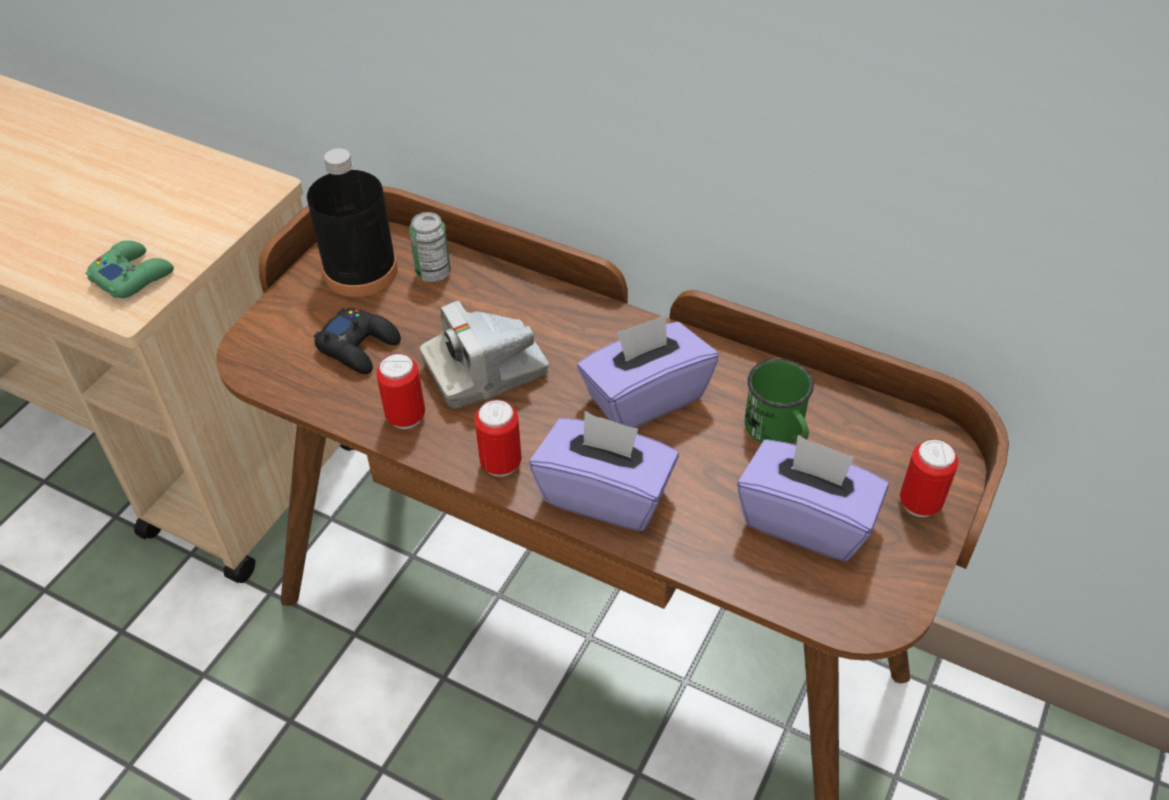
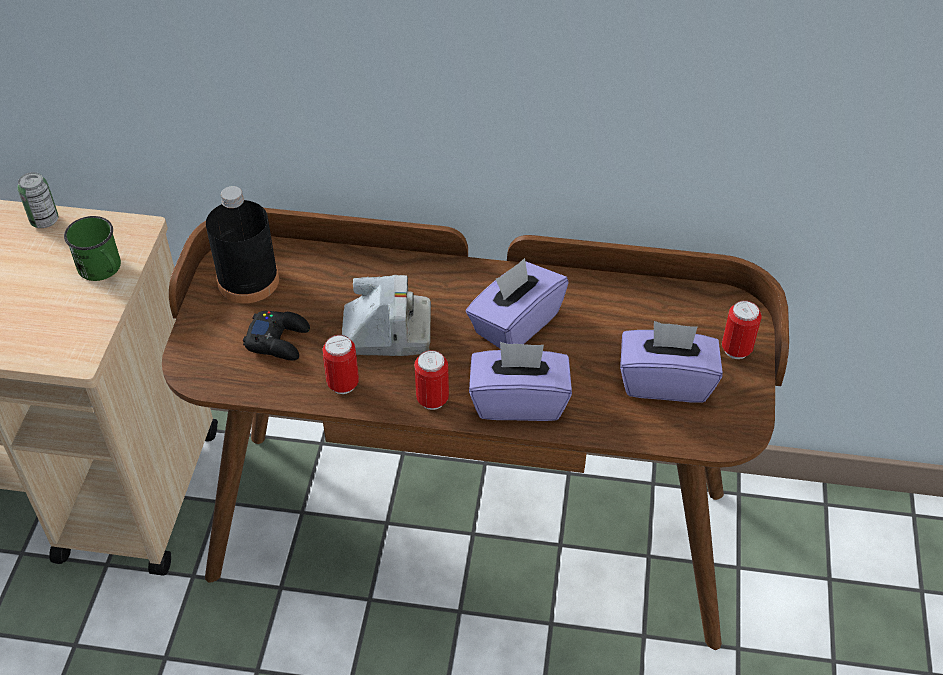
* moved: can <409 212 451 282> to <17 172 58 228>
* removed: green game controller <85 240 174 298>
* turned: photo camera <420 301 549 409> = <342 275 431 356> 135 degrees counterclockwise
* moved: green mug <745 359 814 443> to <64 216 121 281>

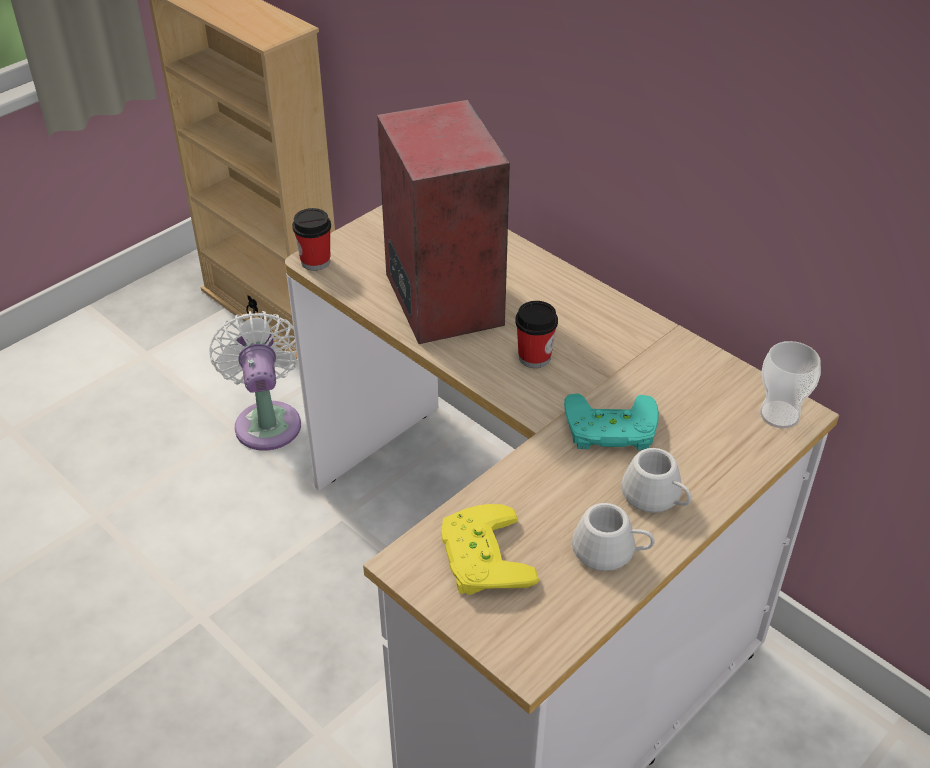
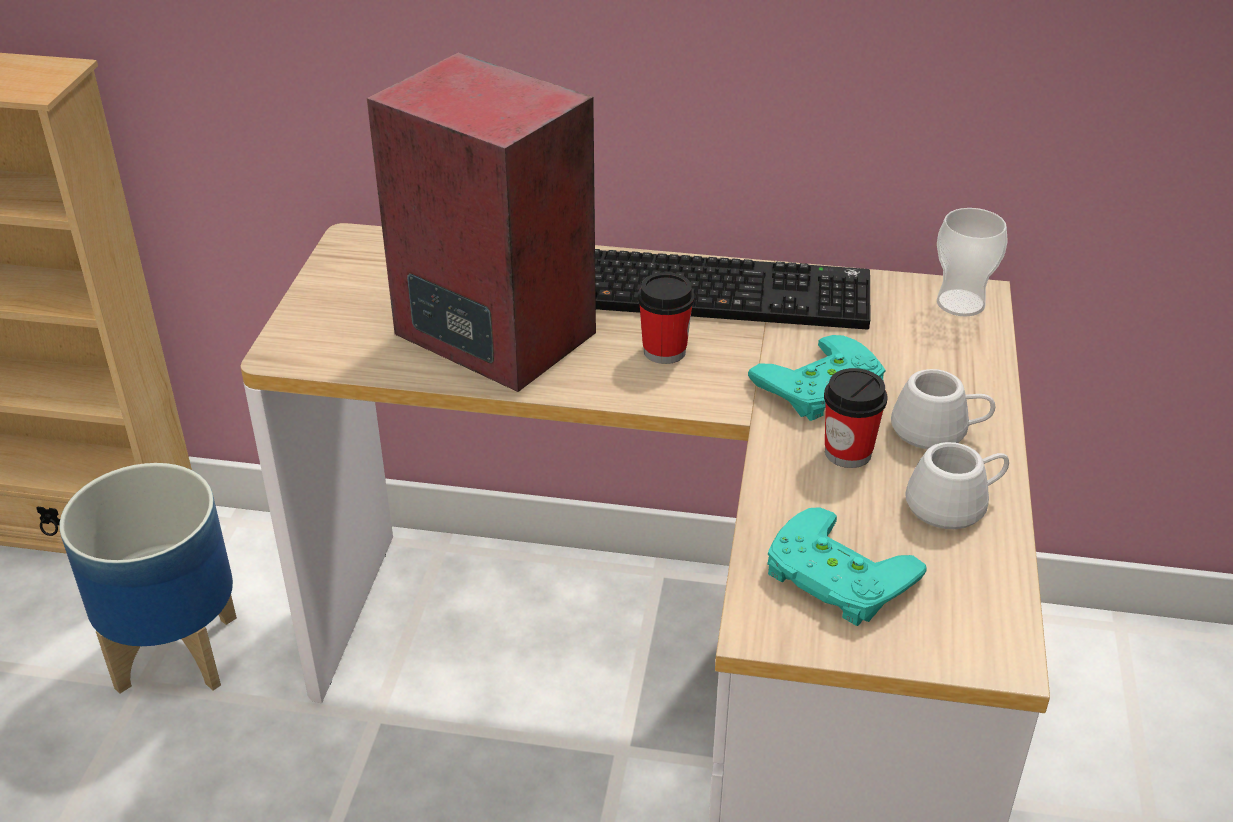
* moved: cup <292 208 331 271> to <824 368 887 468>
* replaced: white fan <209 311 301 451> to planter <59 463 237 694>
* recoloured: yellow game controller <441 504 539 595> to turquoise game controller <767 507 927 626>
* added: keyboard <595 249 870 329>

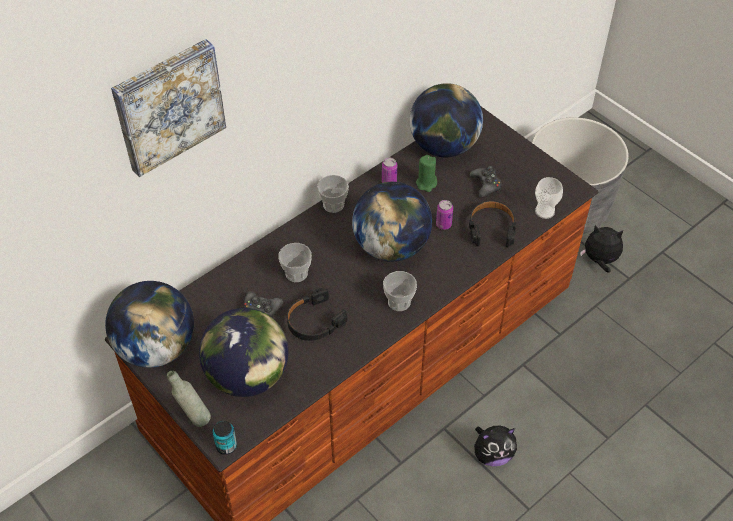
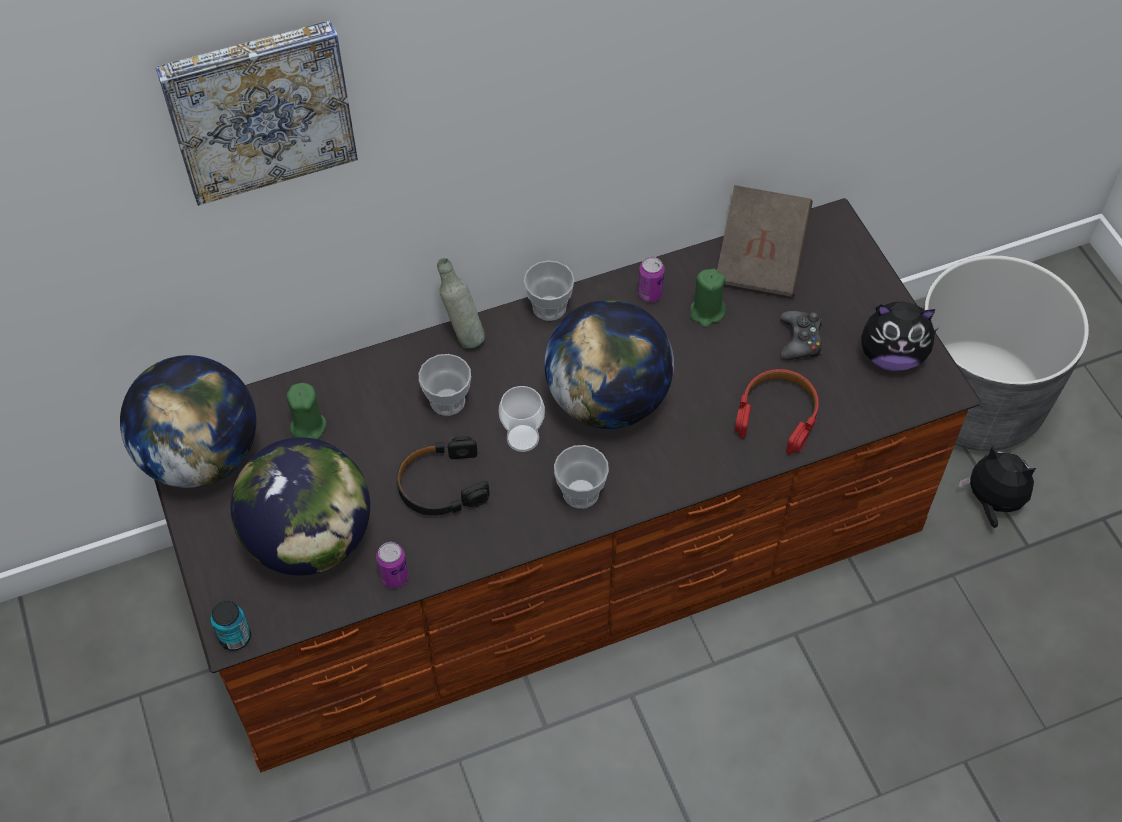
* replaced: globe <410 83 483 157> to brown book <717 185 813 297>
* moved: cup <535 177 563 219> to <499 386 545 452>
* moved: can <436 200 453 230> to <376 542 408 588>
* recoloured: black headphones <469 201 516 247> to red headphones <735 369 819 454>
* removed: black game controller <244 291 283 318>
* moved: grey bottle <167 371 211 427> to <437 258 485 349>
* moved: plush toy <474 425 517 466> to <861 302 938 371>
* added: green candle <287 383 326 439>

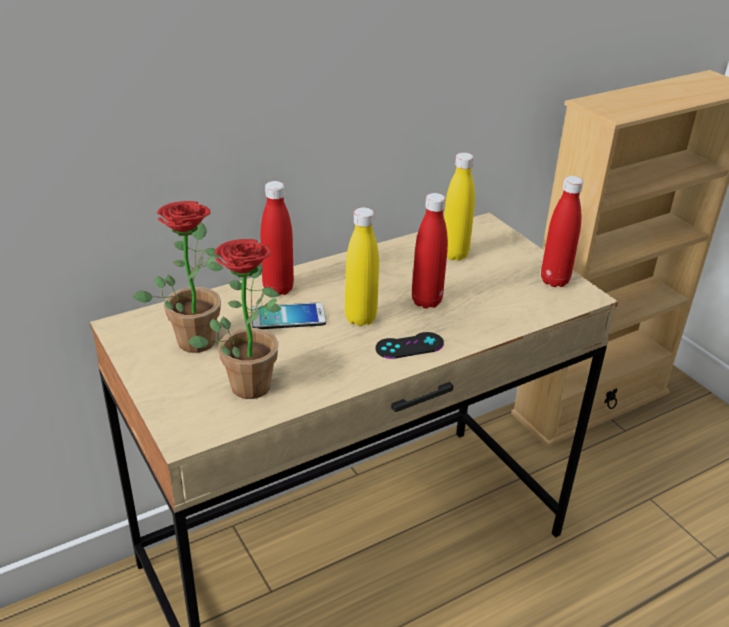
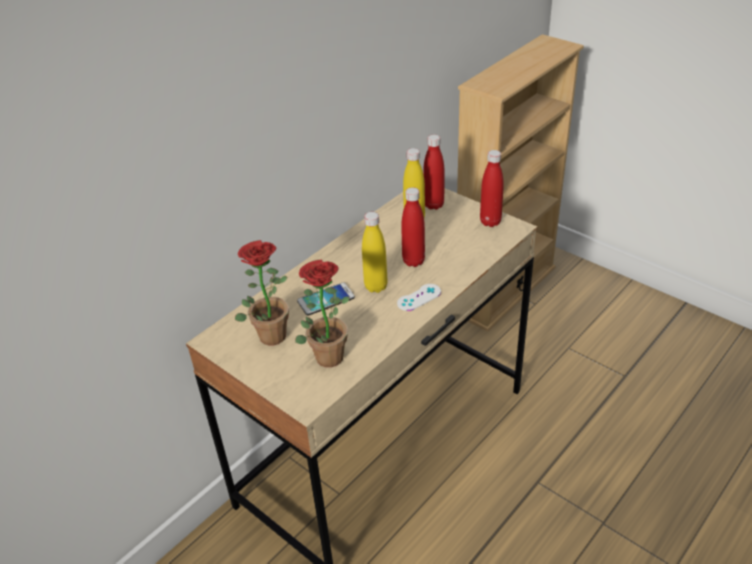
* moved: red bottle <261 181 294 296> to <423 134 444 210>
* recoloured: black game controller <376 332 444 359> to white game controller <397 284 441 311>

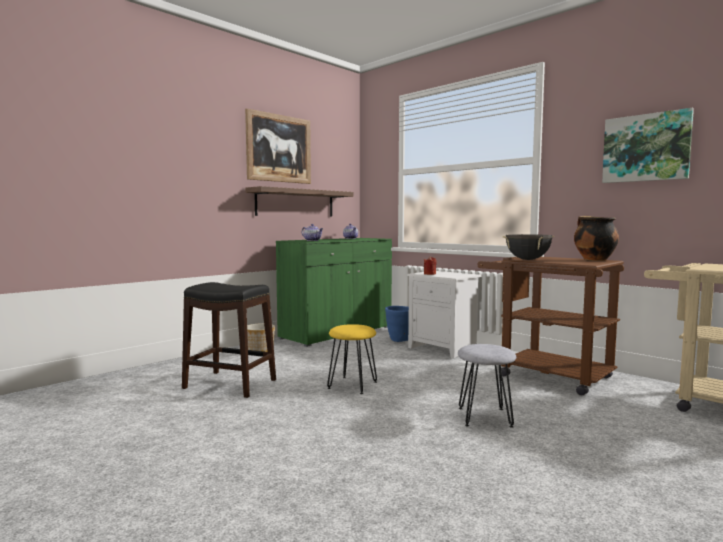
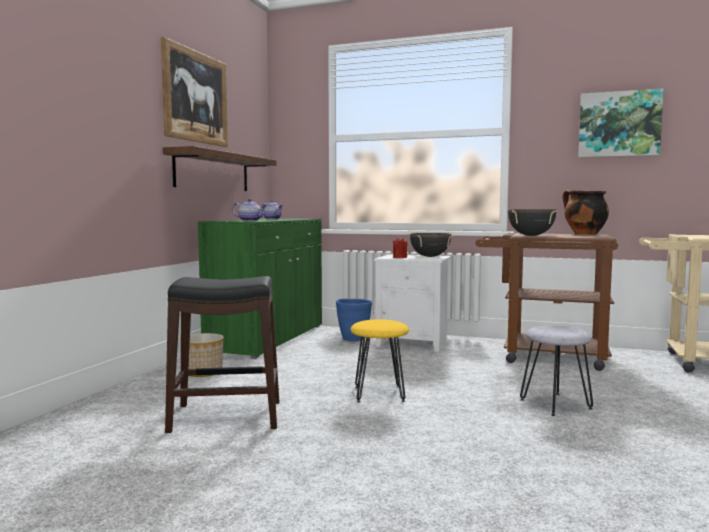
* added: black cooking pot <408 233 454 257>

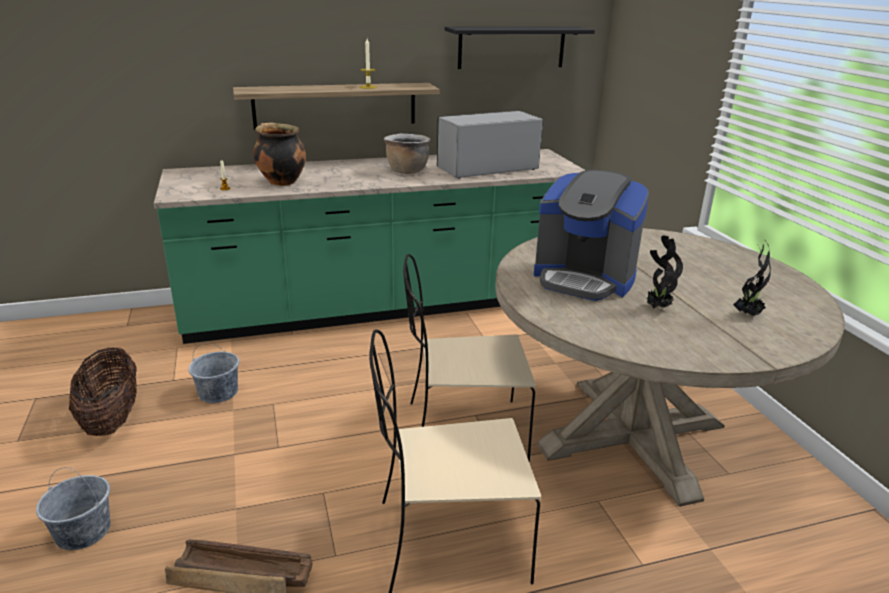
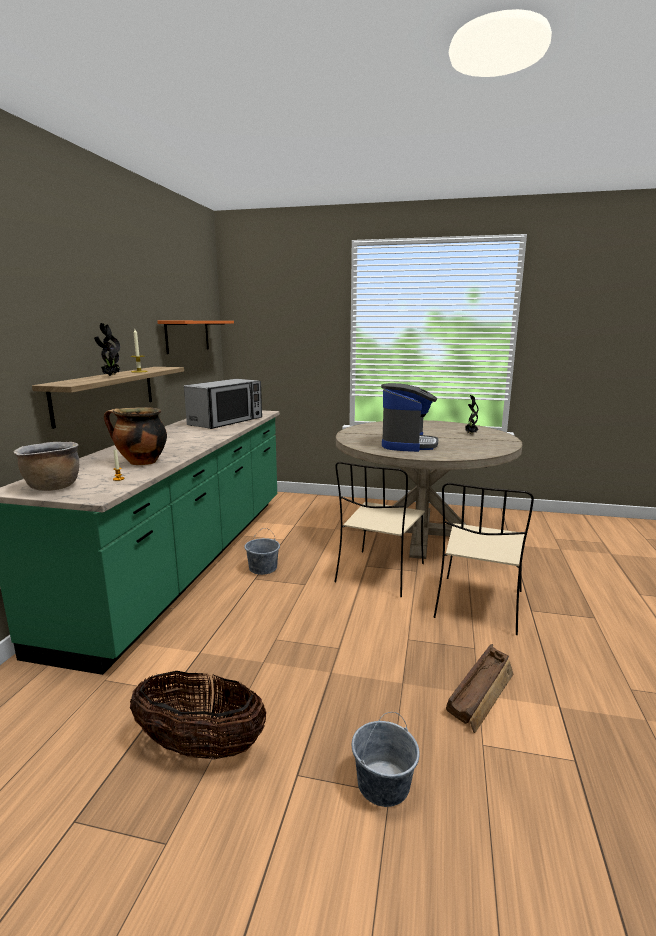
* recoloured: black shelf <444 27 595 69> to orange shelf <157 321 234 354>
* turned: microwave <437 111 543 178> = <184 379 262 429> 150 degrees counterclockwise
* moved: brown cooking pot <384 134 430 174> to <14 442 79 491>
* turned: coffee machine <534 170 649 301> = <381 383 438 452> 45 degrees counterclockwise
* moved: potted plant <647 235 683 308> to <94 323 121 376>
* moved: grey bucket <189 342 239 403> to <244 528 280 575>

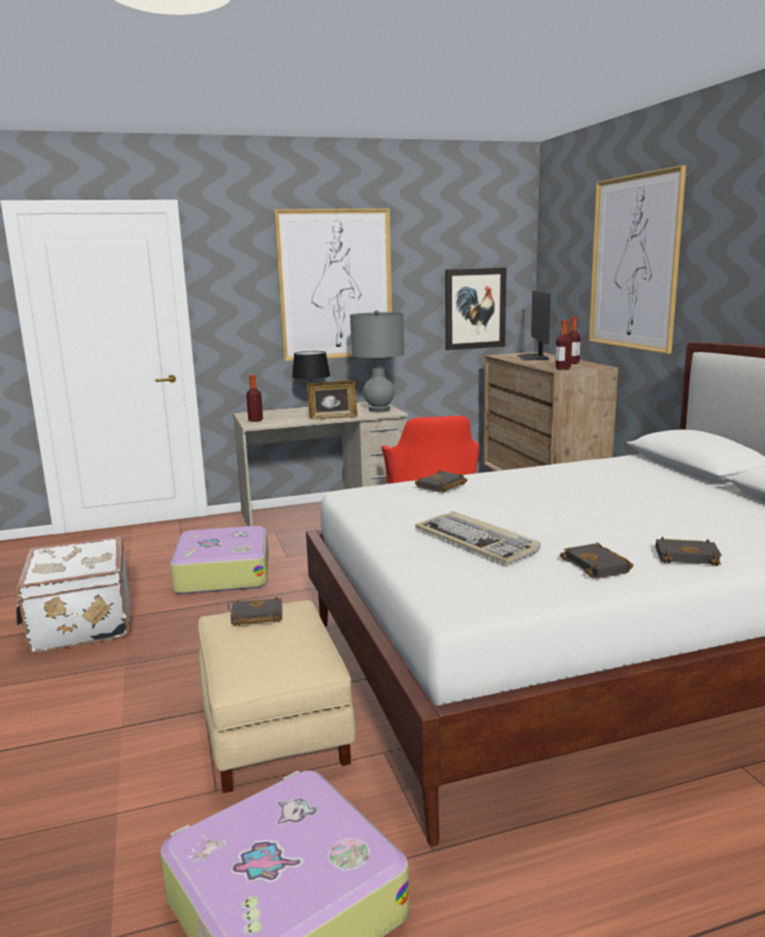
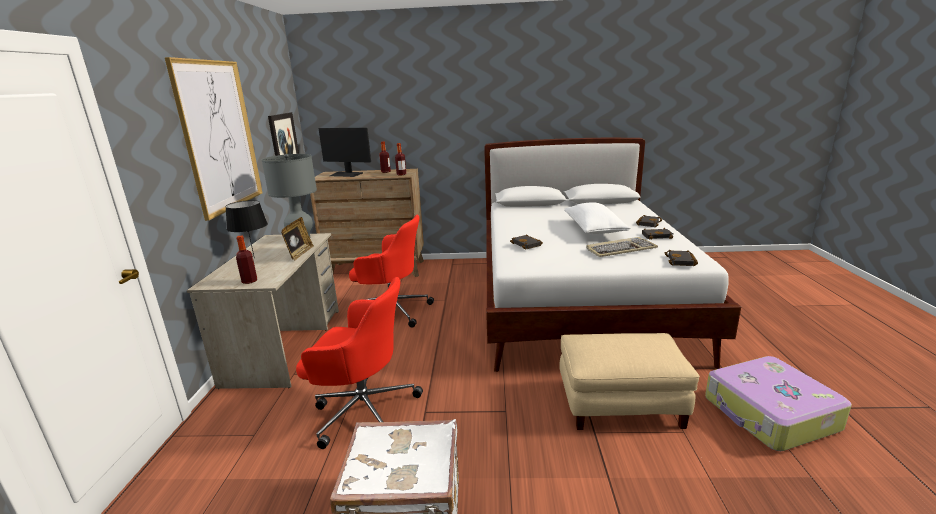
* removed: picture <589 165 686 354>
* replaced: suitcase <170 526 269 594> to red office chair <296 277 423 449>
* moved: black book <231 597 282 626> to <665 250 698 266>
* added: white pillow <564 202 631 234>

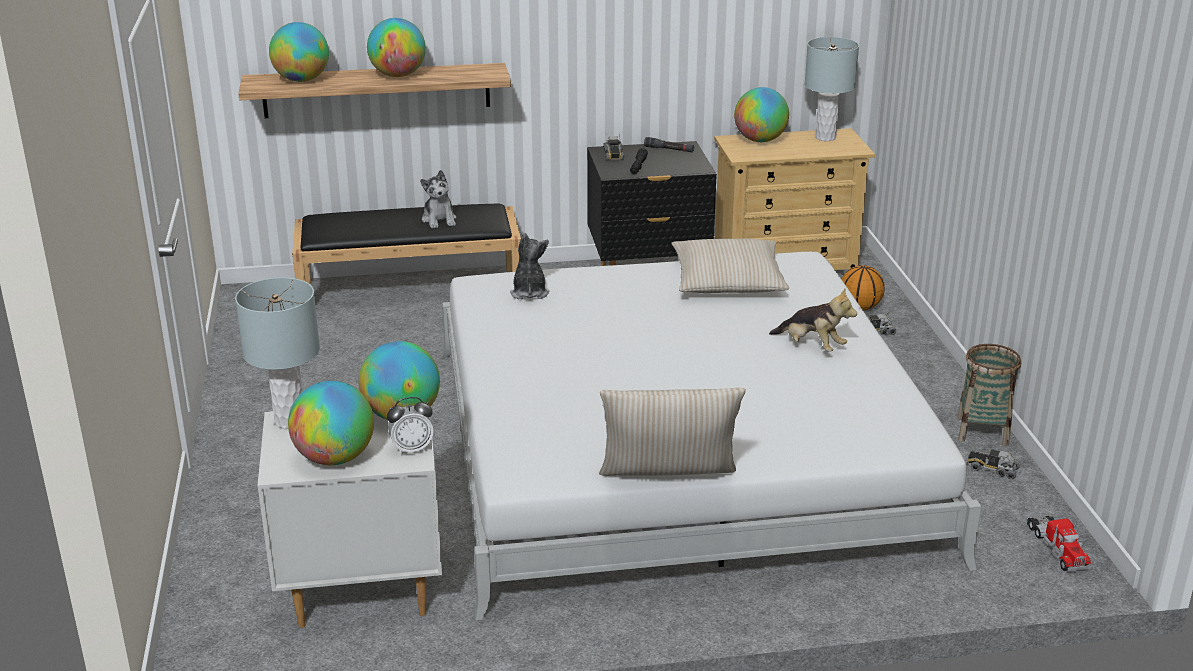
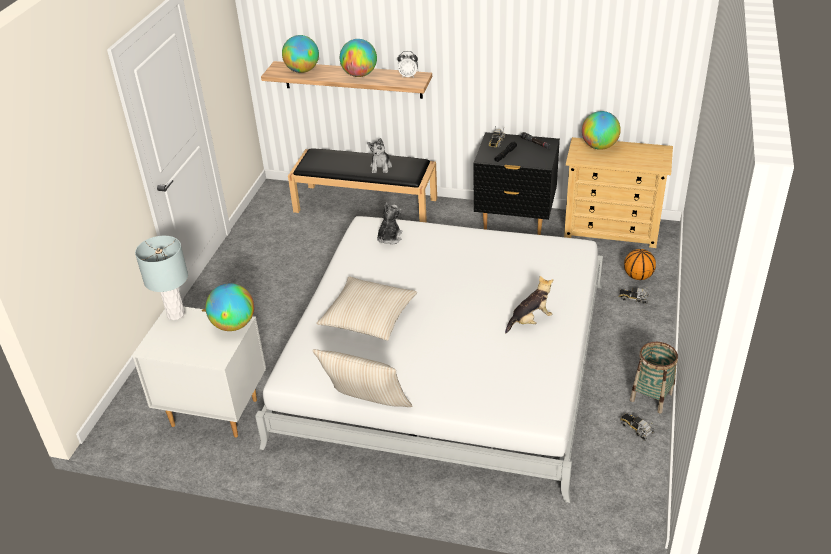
* removed: grey table lamp <804 37 859 141>
* moved: beige pillow <671 239 789 293> to <316 276 417 341>
* turned: plush toy <769 288 857 352> = <505 276 553 333> 90 degrees counterclockwise
* removed: globe <288 381 374 465>
* moved: alarm clock <387 397 434 455> to <397 51 418 78>
* removed: toy truck <1027 515 1091 571>

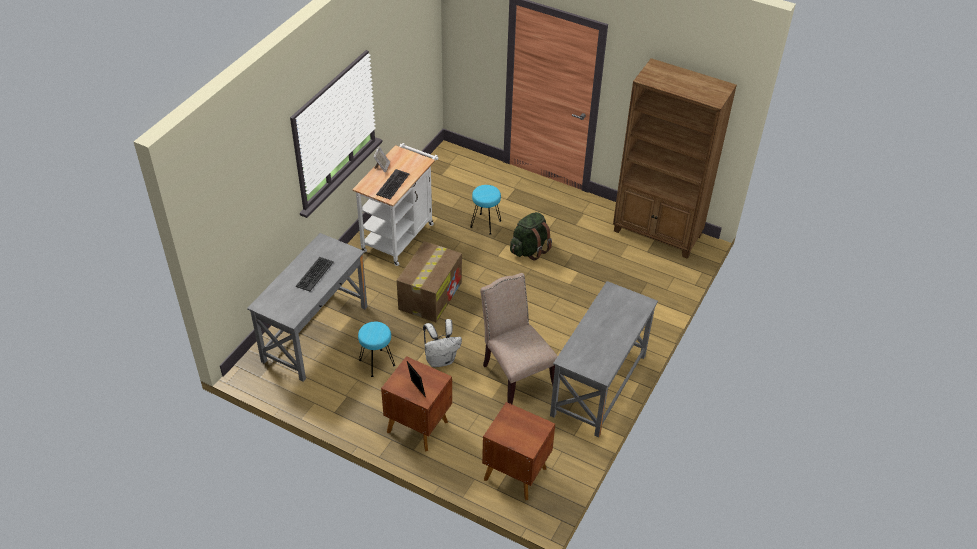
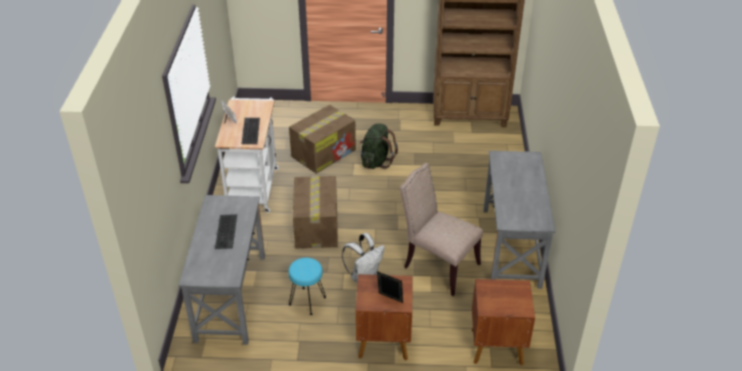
* replaced: turquoise stool <470 185 501 235> to cardboard box <289 105 356 174>

